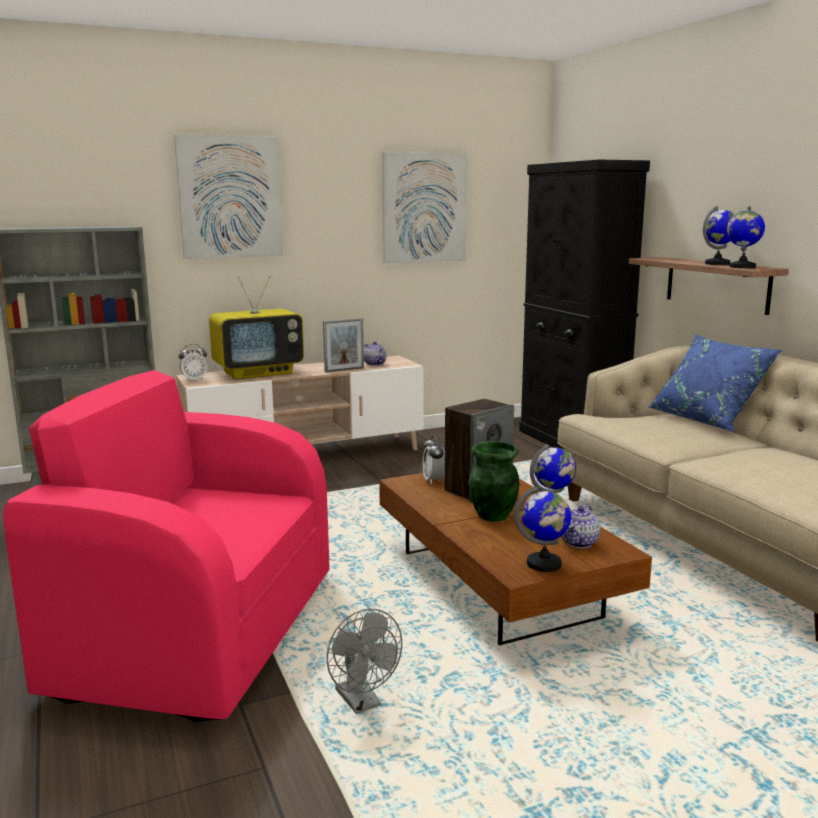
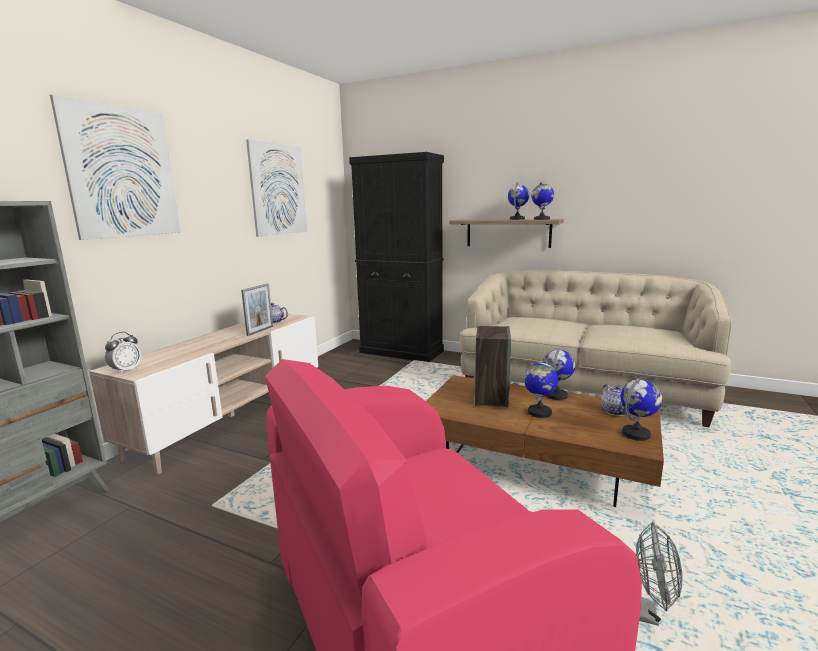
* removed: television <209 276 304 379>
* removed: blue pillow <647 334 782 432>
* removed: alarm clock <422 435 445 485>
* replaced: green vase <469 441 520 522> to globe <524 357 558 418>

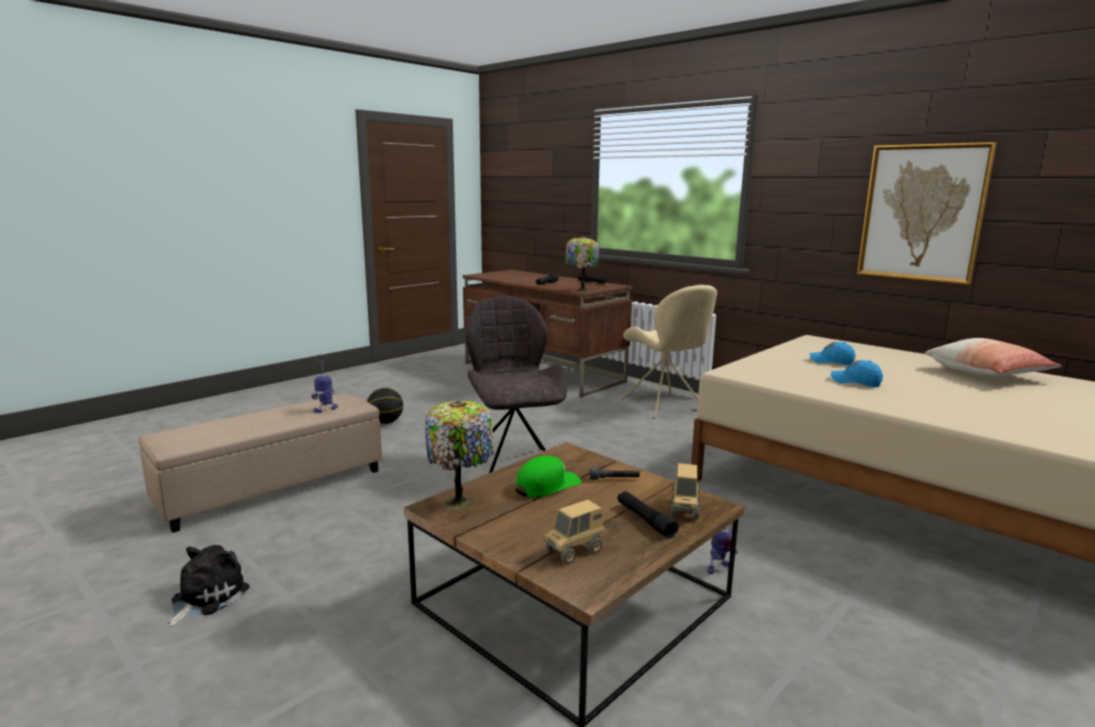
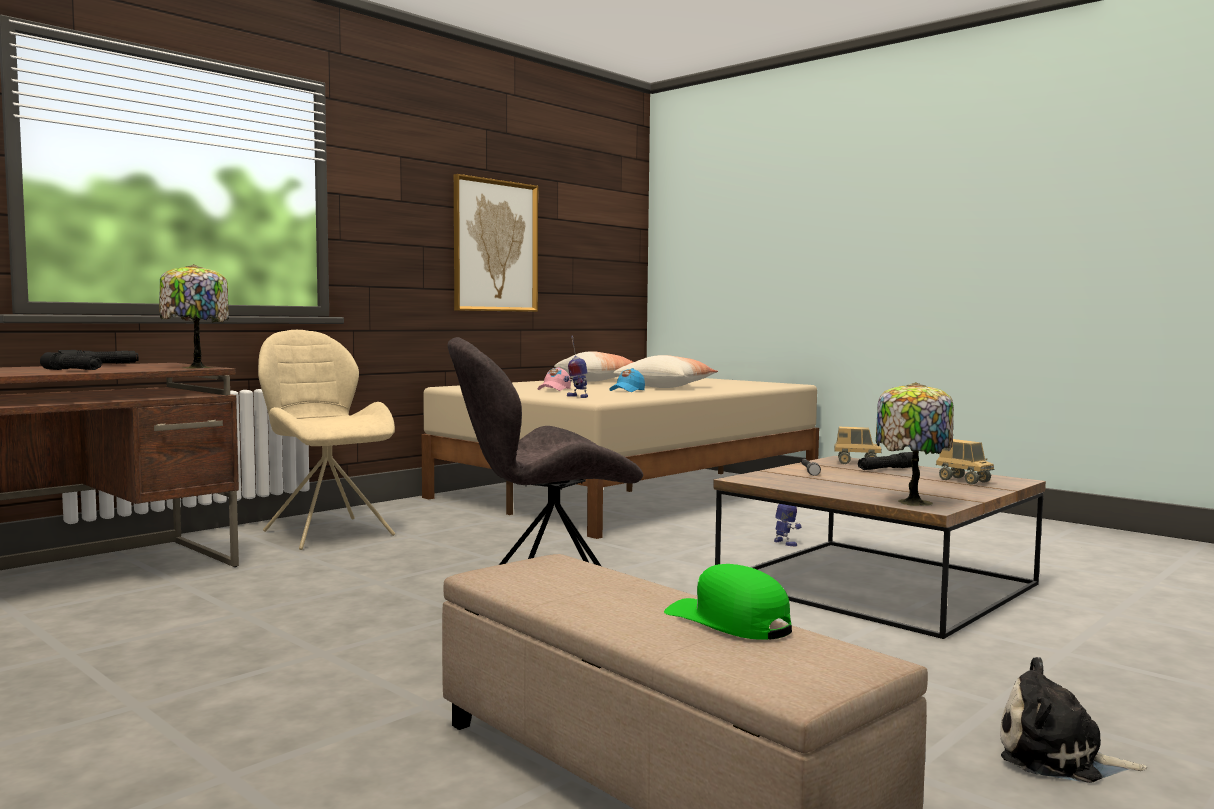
* turned: beige chair <621 285 717 418> = <258 330 395 550> 105 degrees counterclockwise
* recoloured: blue cap <810 342 856 366> to pink cap <538 367 571 391>
* moved: toy robot <311 354 338 413> to <563 336 588 398>
* removed: basketball <367 388 403 424>
* moved: green cap <515 456 582 498> to <664 564 792 640>
* added: pillow <613 355 718 388>

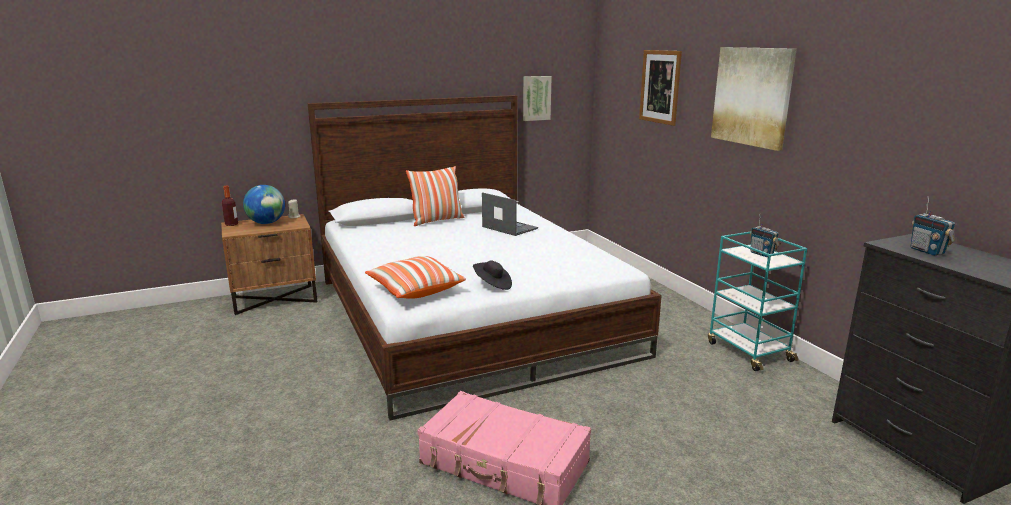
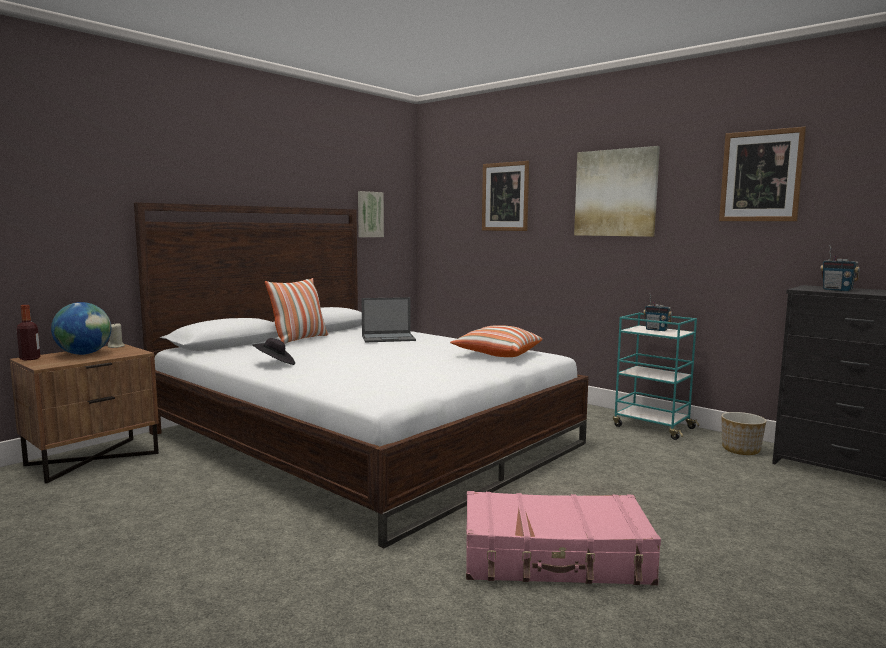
* turned: laptop <482 193 538 236> = <362 297 416 342> 150 degrees clockwise
* moved: pillow <365 256 466 299> to <450 325 542 357>
* moved: black hat <473 260 512 290> to <252 338 295 365>
* added: picture <719 127 806 221>
* added: planter <721 412 766 455>

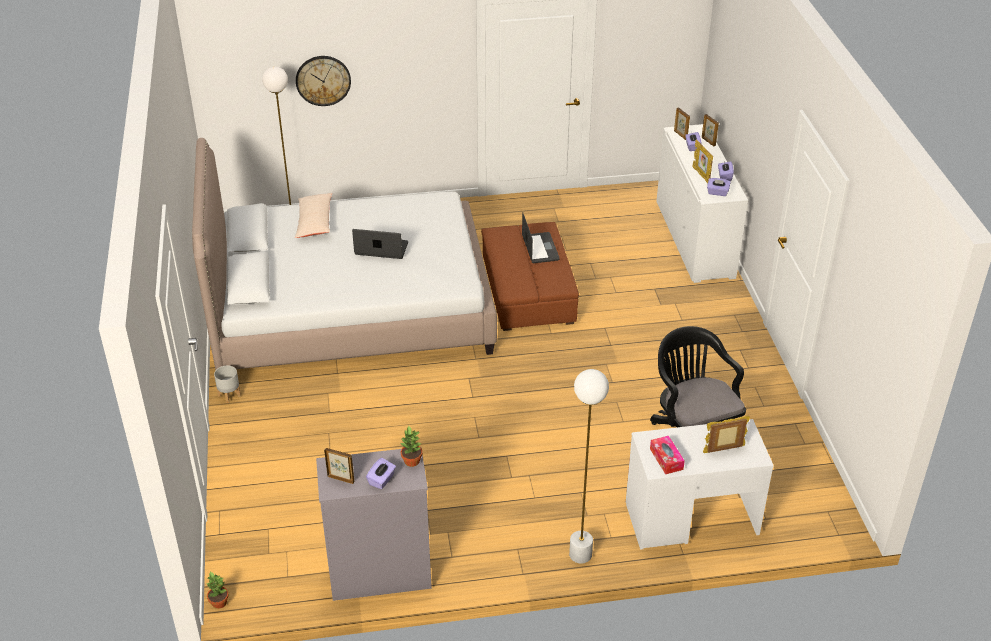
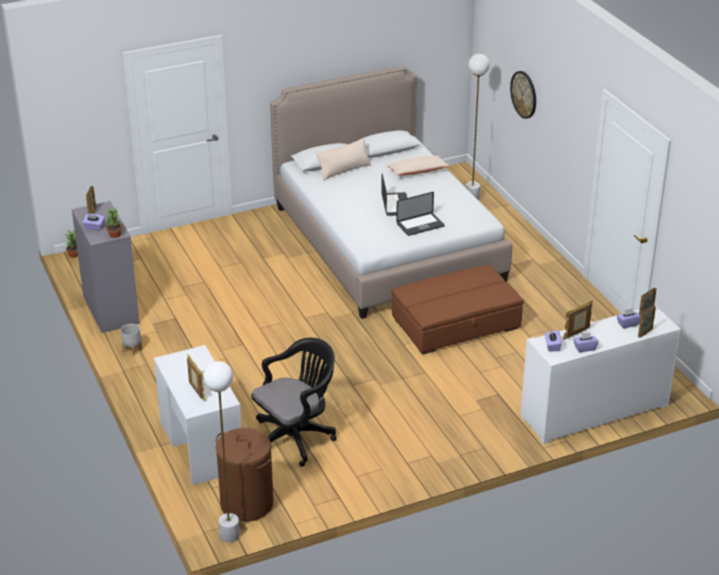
* moved: laptop <522 213 560 263> to <396 192 445 236>
* moved: grey planter <214 365 241 403> to <121 324 142 356>
* moved: white floor lamp <569 369 609 563> to <203 361 240 542>
* removed: tissue box <650 436 685 474>
* added: beige pillow <316 138 371 181>
* added: brown laundry basket <216 428 273 522>

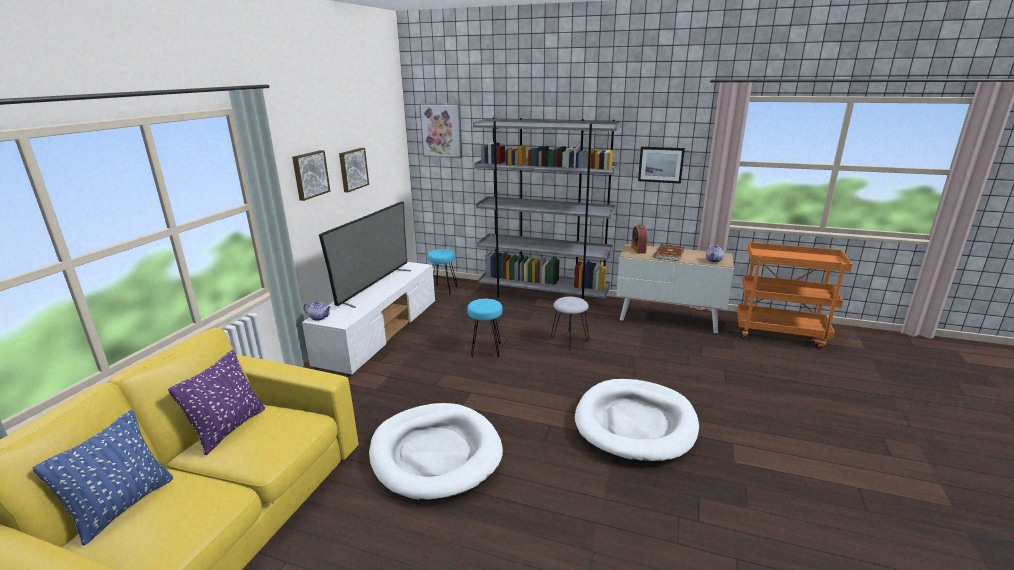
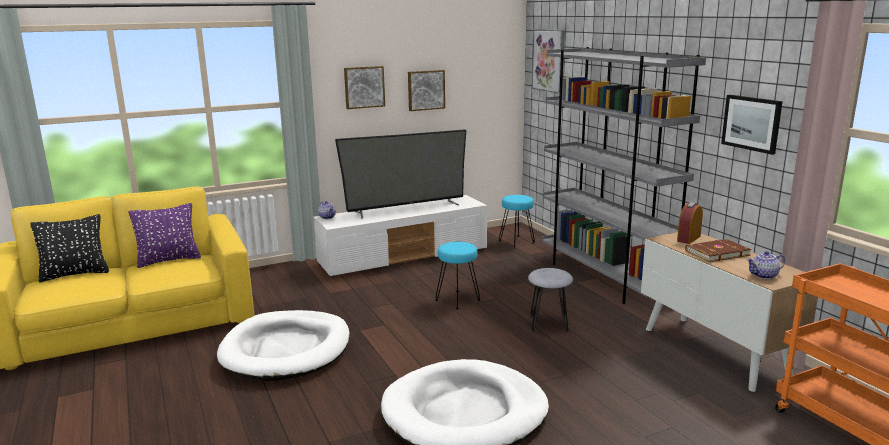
* recoloured: blue pillow <33 410 173 546> to black pillow <30 214 109 283>

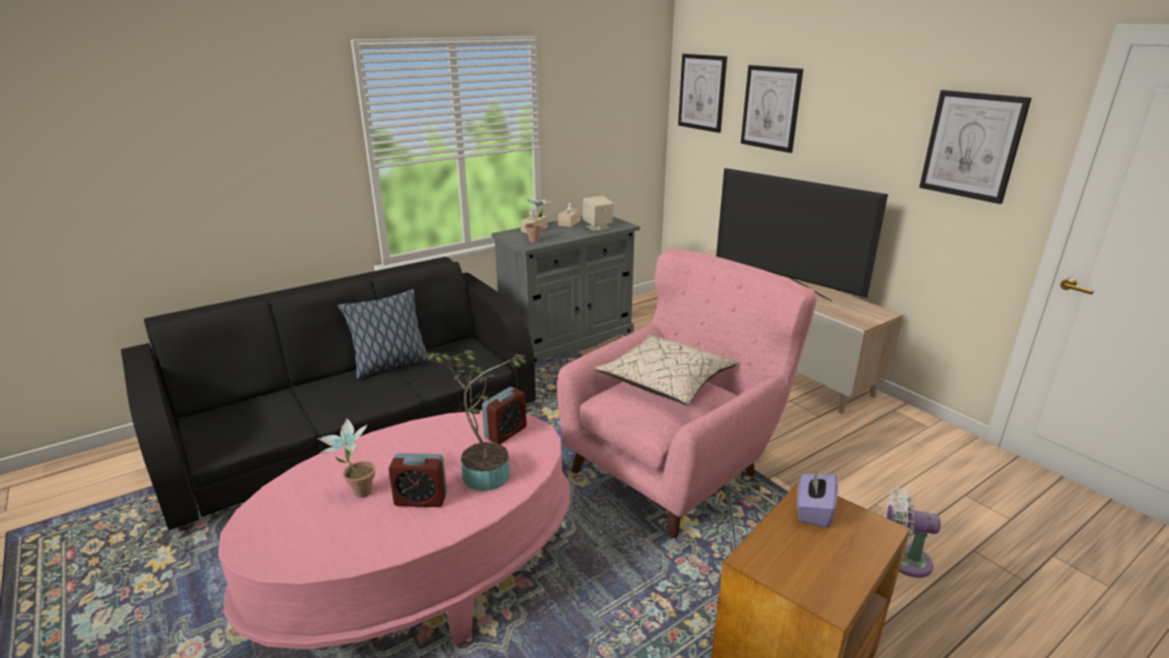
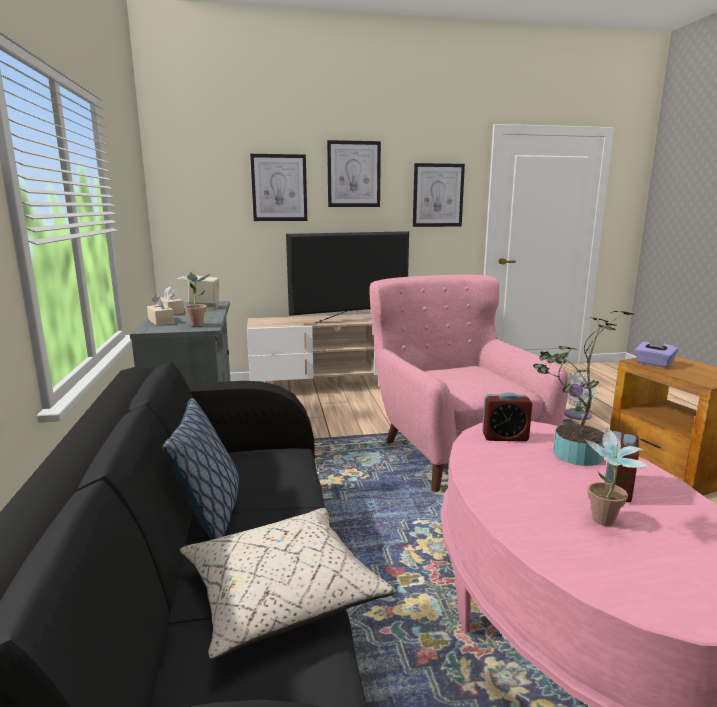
* moved: picture <678 54 727 133> to <327 140 381 207>
* moved: beige pillow <595 335 738 405> to <180 508 396 659>
* turned: alarm clock <482 387 527 444> = <482 392 532 442> 120 degrees clockwise

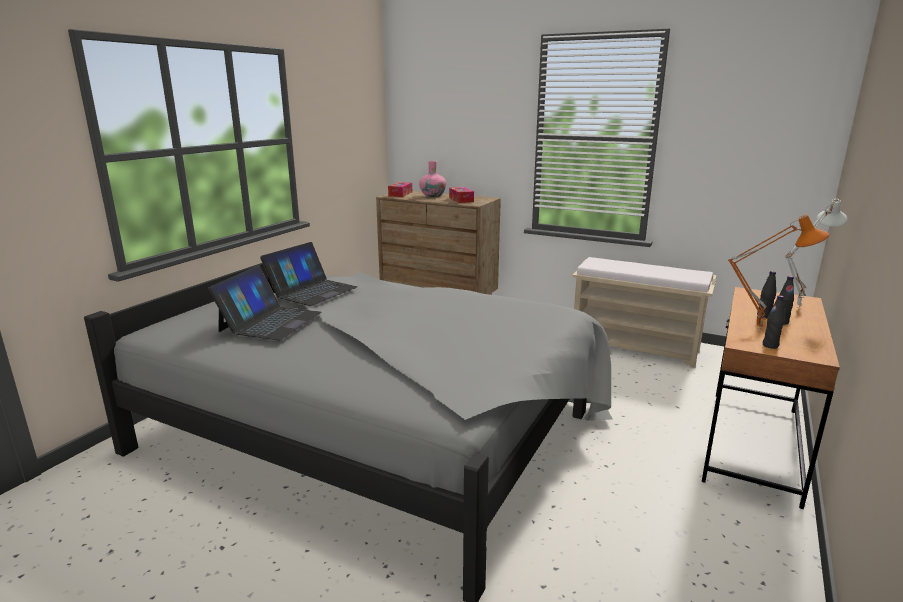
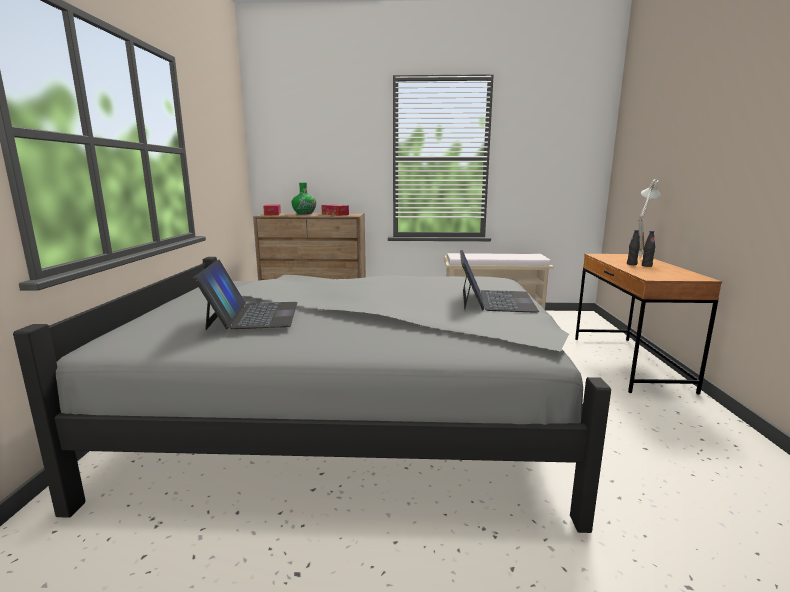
* recoloured: pink vase <419 161 446 197> to green vase <292 183 316 214>
* removed: orange table lamp <728 215 830 330>
* moved: laptop <260 242 358 306> to <460 250 539 313>
* removed: black bottle <763 295 784 349>

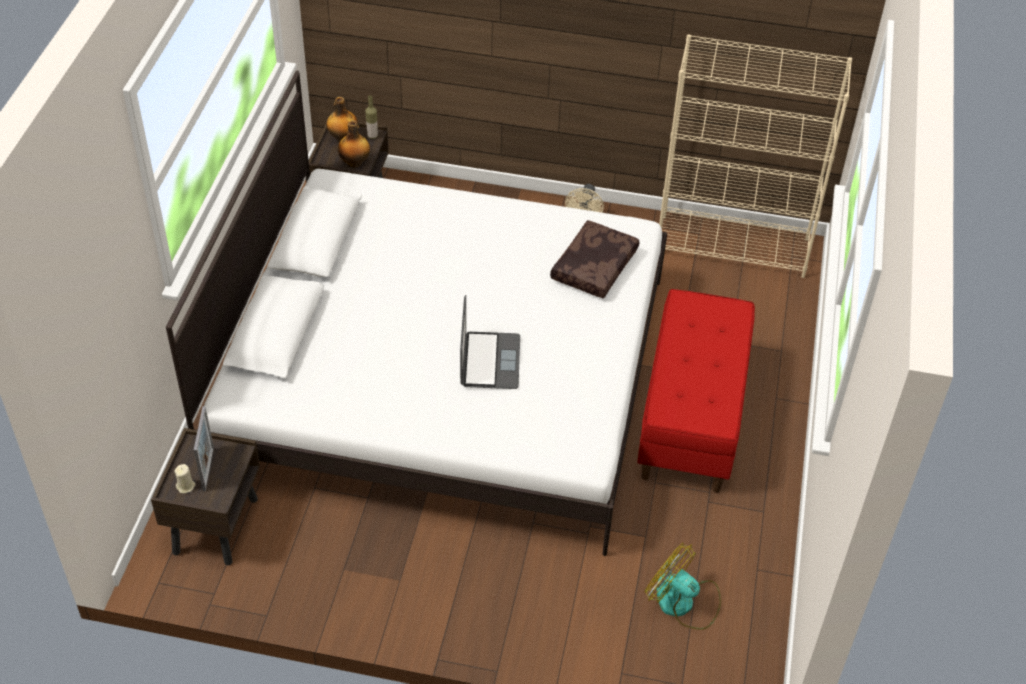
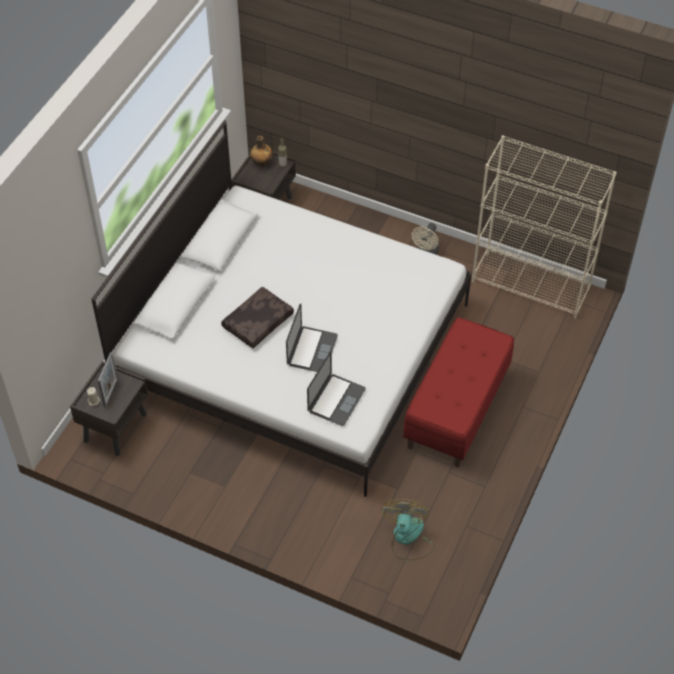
* removed: bottle <338 120 370 168>
* moved: brown pillow <550 220 639 299> to <221 287 294 348>
* turned: fan <645 543 721 630> = <381 499 435 560> 45 degrees clockwise
* added: laptop <307 351 366 426>

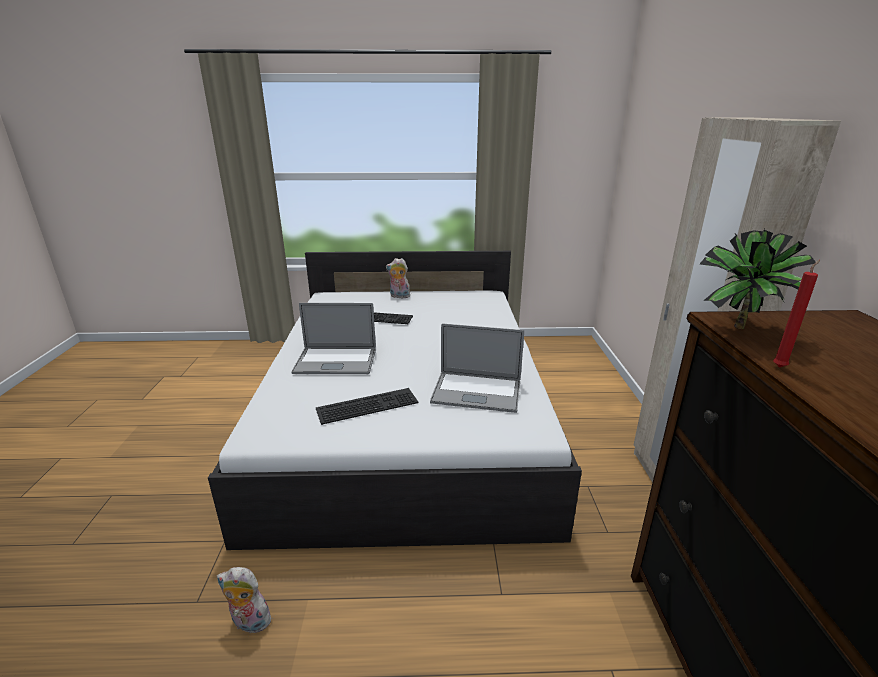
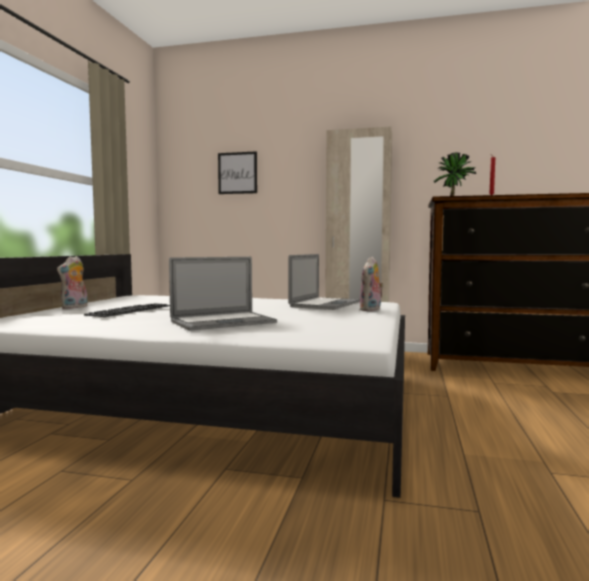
* turned: laptop <291 303 376 374> = <169 257 277 331> 45 degrees clockwise
* removed: keyboard <316 388 418 425>
* moved: plush toy <217 567 271 633> to <360 257 384 311>
* added: picture <218 151 257 194>

